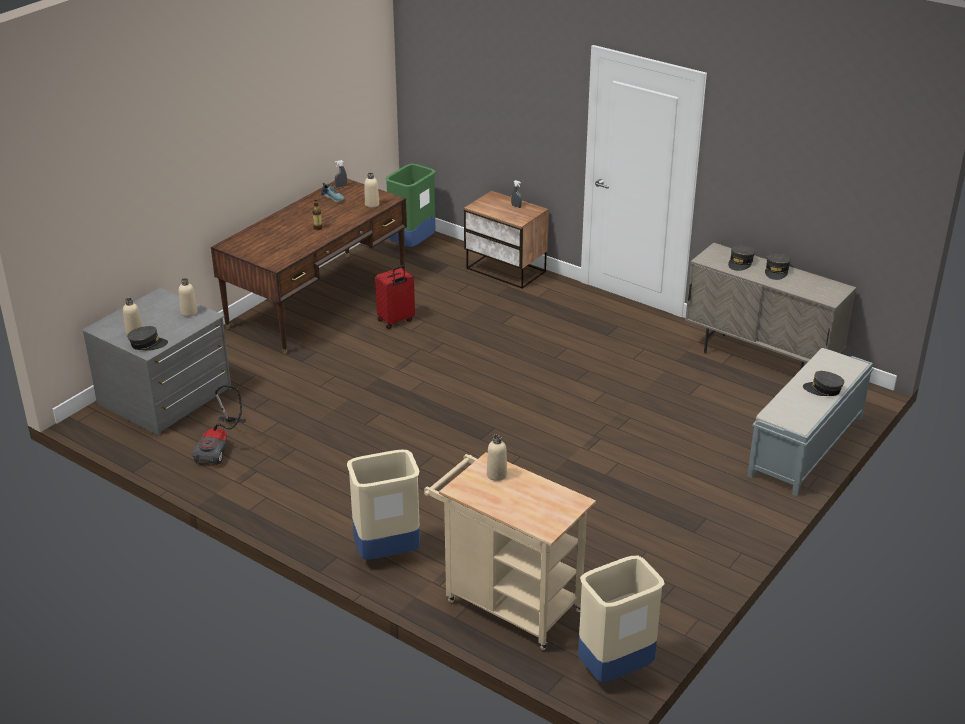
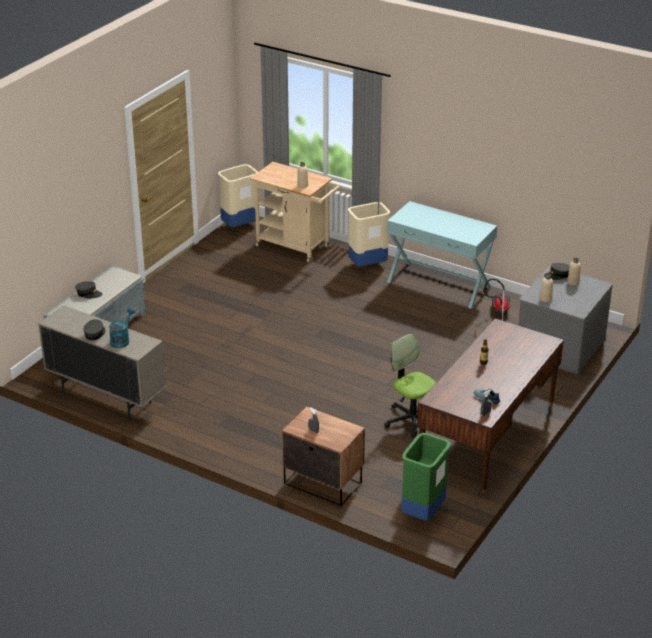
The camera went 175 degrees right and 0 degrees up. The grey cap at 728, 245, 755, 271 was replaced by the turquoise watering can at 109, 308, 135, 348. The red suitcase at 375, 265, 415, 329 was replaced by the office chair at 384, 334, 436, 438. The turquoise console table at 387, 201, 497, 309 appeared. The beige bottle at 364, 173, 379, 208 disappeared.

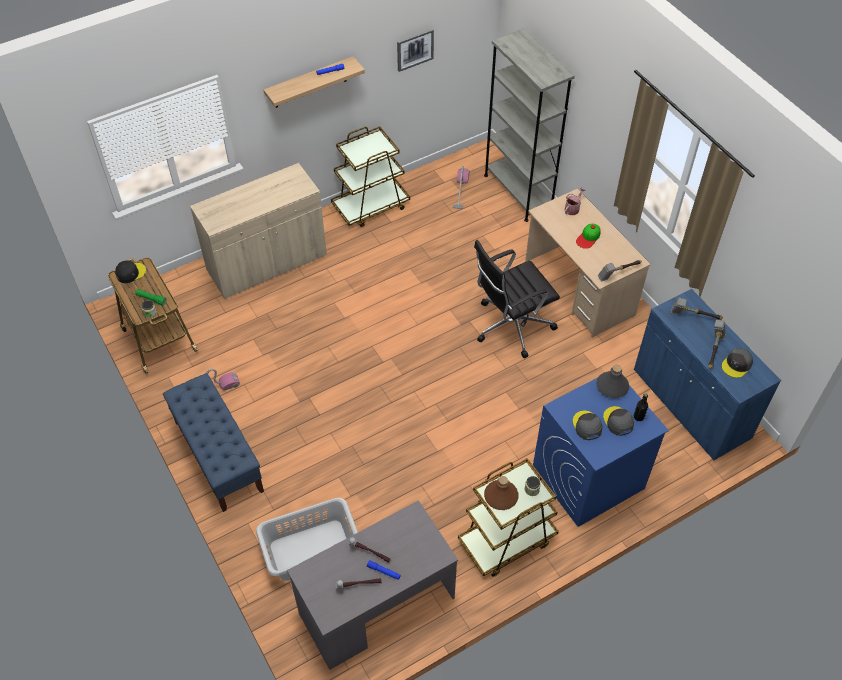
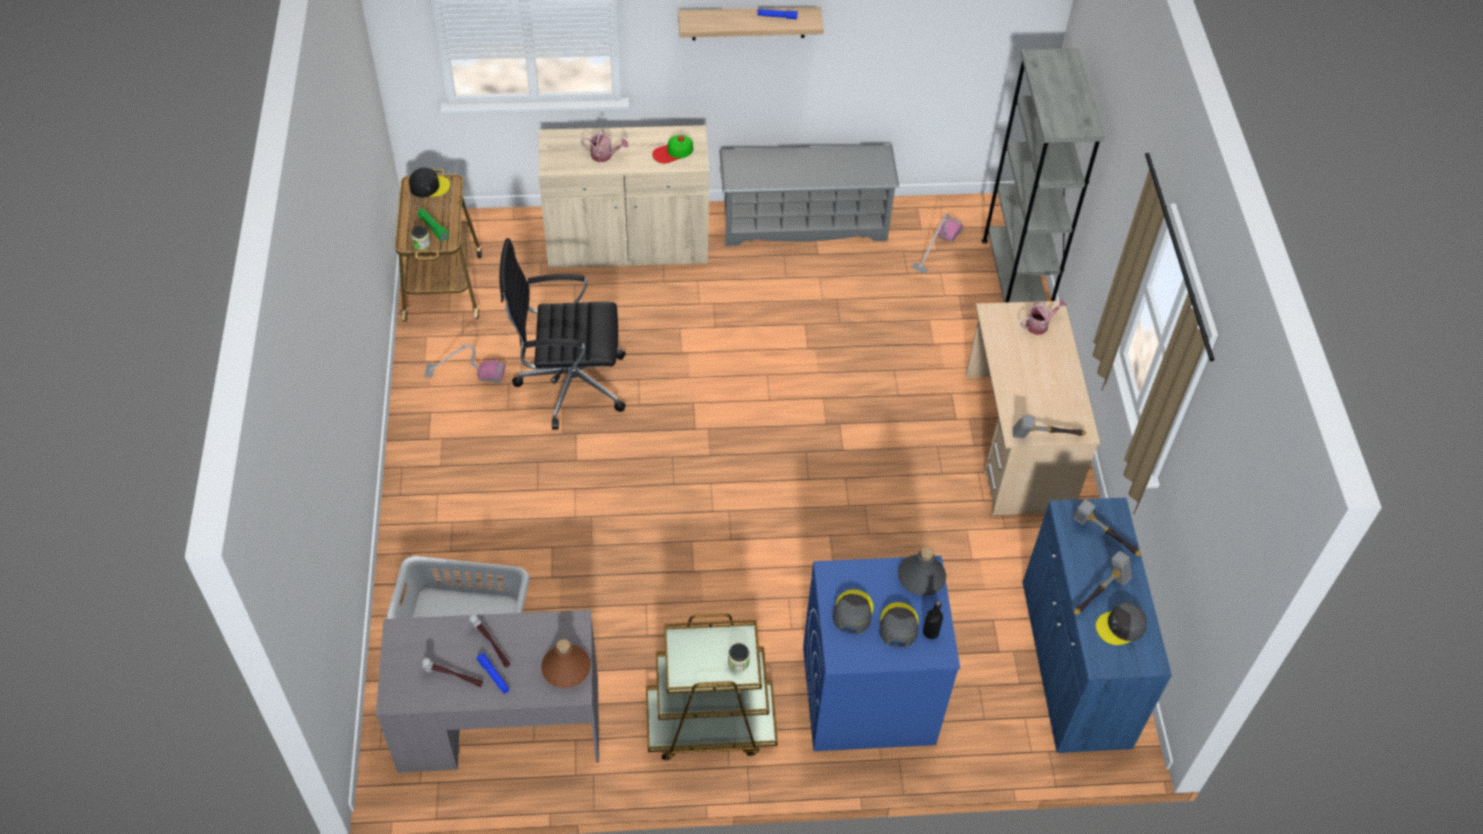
The camera went 25 degrees right and 0 degrees up. The black office chair moved from 474, 240, 560, 358 to 499, 238, 626, 430. The brown bottle moved from 484, 476, 518, 510 to 541, 639, 591, 688. The watering can at 581, 129, 628, 162 appeared. The cap moved from 576, 224, 601, 249 to 652, 135, 693, 164. The brown cart at 331, 127, 410, 227 was replaced by the grey shoe rack at 719, 145, 899, 246. The blue bench at 163, 373, 264, 512 disappeared. The picture at 397, 28, 434, 72 disappeared.

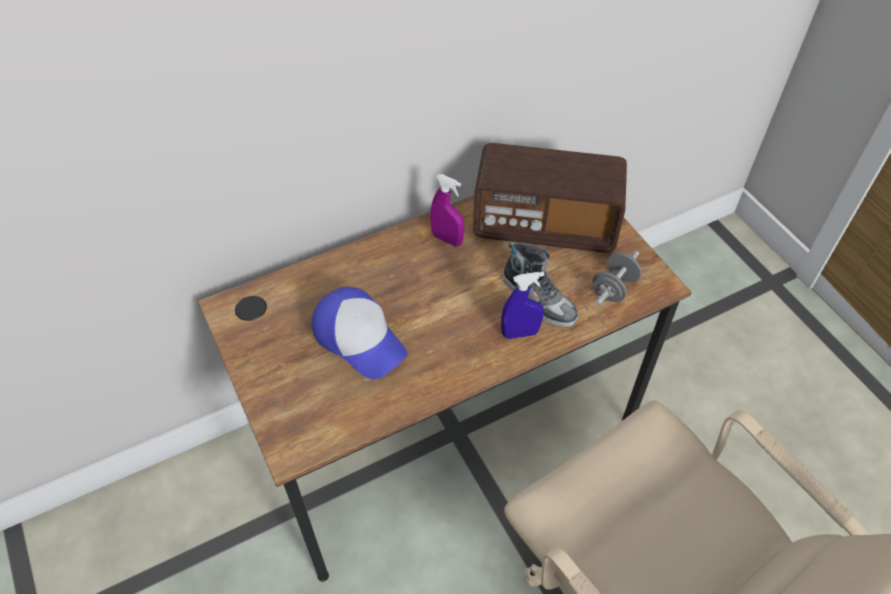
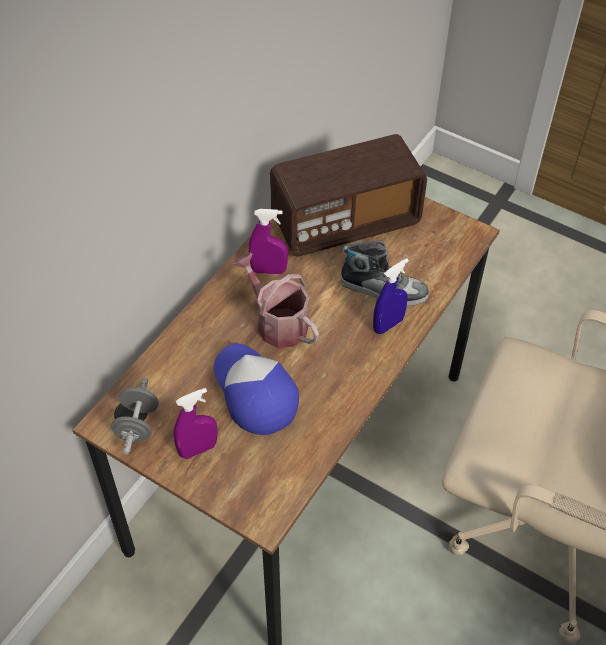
The camera went 30 degrees left and 0 degrees up. The grey dumbbell moved from 592, 251, 642, 305 to 111, 377, 159, 454. The purple spray bottle at 174, 388, 217, 459 appeared. The cap at 311, 287, 408, 379 turned 135 degrees counterclockwise. The watering can at 233, 253, 319, 348 appeared.

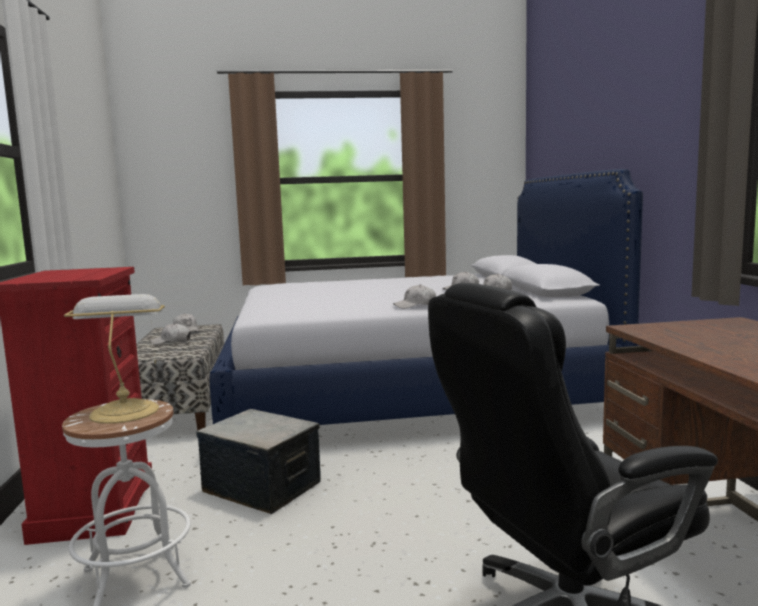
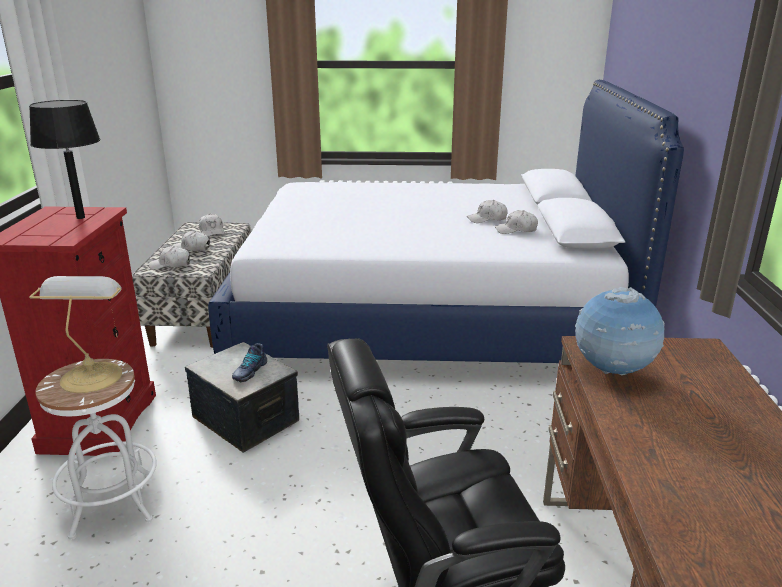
The camera went 10 degrees right and 15 degrees up. The black table lamp at 29, 100, 101, 219 appeared. The white cap moved from 393, 284, 436, 309 to 149, 246, 190, 270. The shoe at 232, 343, 267, 382 appeared. The globe at 575, 287, 665, 375 appeared.

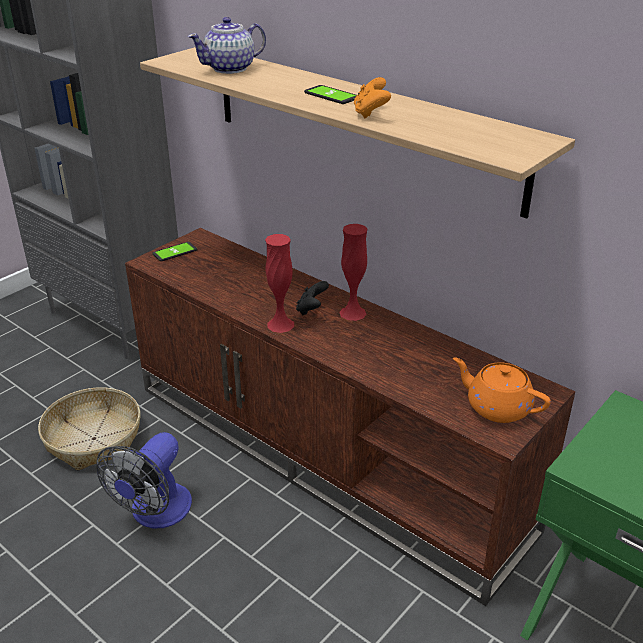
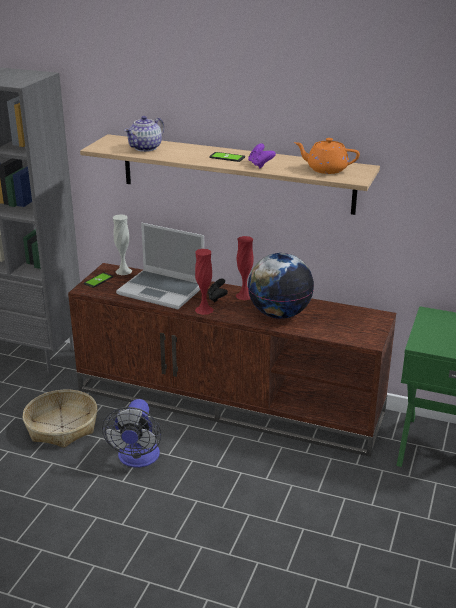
The camera went 20 degrees left and 5 degrees down. The white vase at 113, 214, 132, 275 appeared. The laptop at 116, 223, 204, 309 appeared. The orange game controller at 354, 77, 391, 119 became the purple game controller at 248, 143, 276, 168. The globe at 248, 253, 314, 319 appeared. The orange teapot moved from 453, 357, 551, 423 to 294, 138, 360, 174.

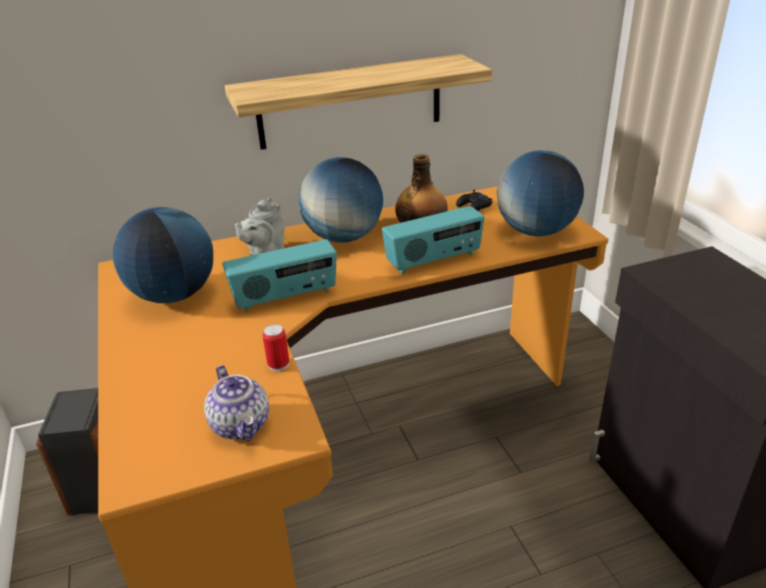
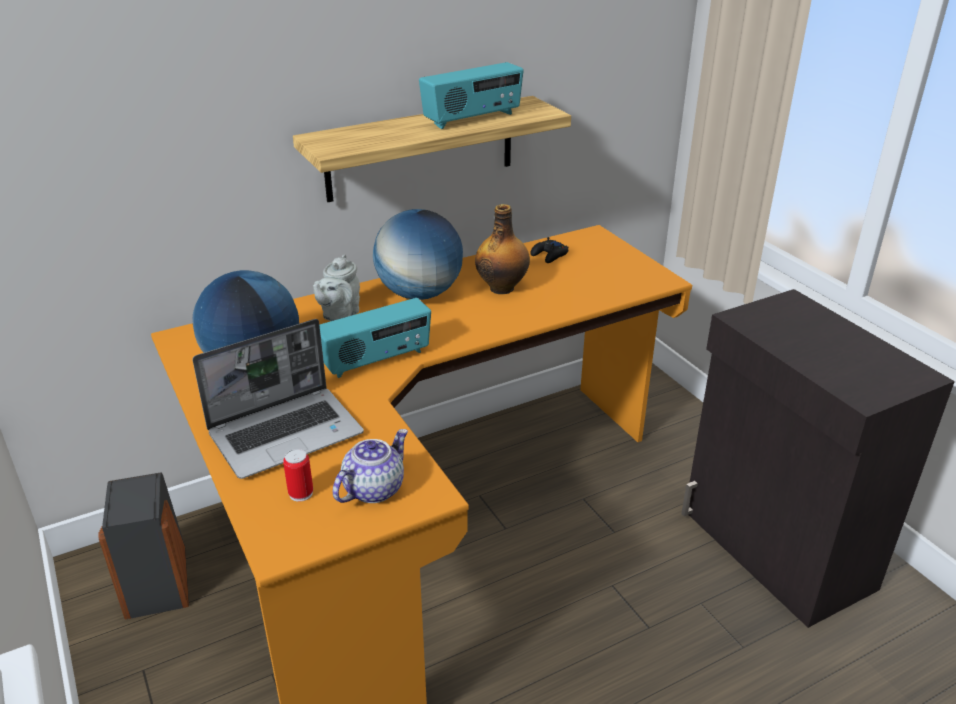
The camera went 10 degrees left and 0 degrees up. The laptop at 193, 319, 364, 479 appeared. The can moved from 262, 324, 289, 371 to 283, 449, 313, 502. The teapot at 204, 365, 269, 441 turned 105 degrees counterclockwise. The radio moved from 382, 206, 485, 274 to 419, 62, 524, 129. The globe at 497, 150, 584, 236 disappeared.

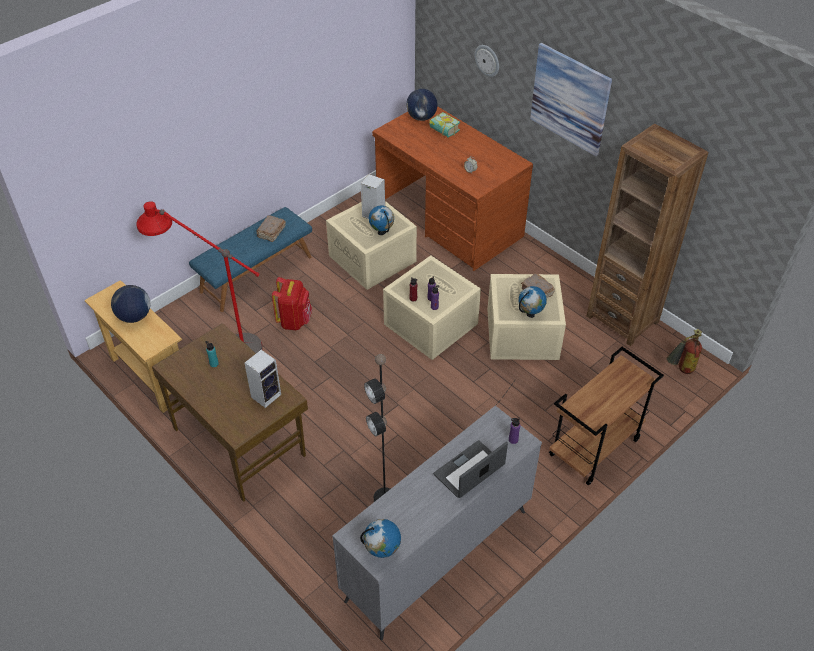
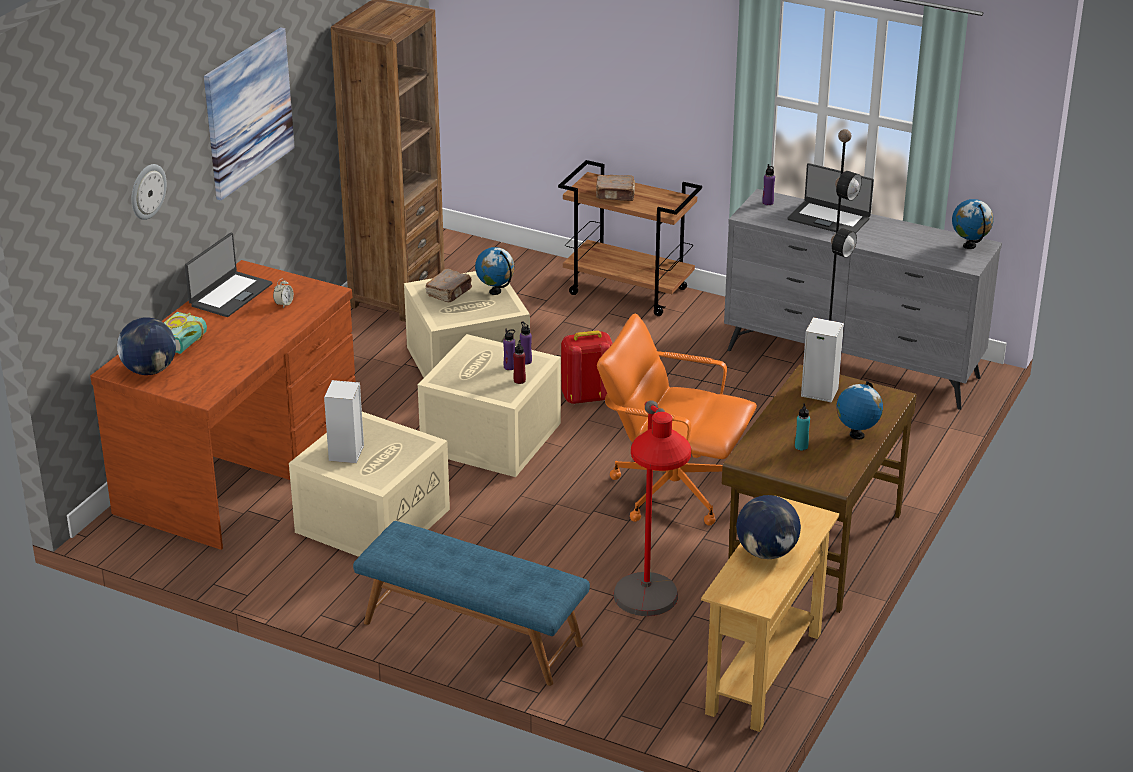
The camera went 110 degrees left and 15 degrees down. The laptop at 185, 233, 272, 317 appeared. The red backpack moved from 272, 277, 312, 330 to 561, 330, 613, 404. The brown book moved from 256, 216, 286, 242 to 596, 175, 635, 201. The orange office chair at 597, 313, 757, 526 appeared. The globe moved from 369, 205, 394, 235 to 837, 381, 883, 440. The fire extinguisher at 667, 329, 702, 374 disappeared.

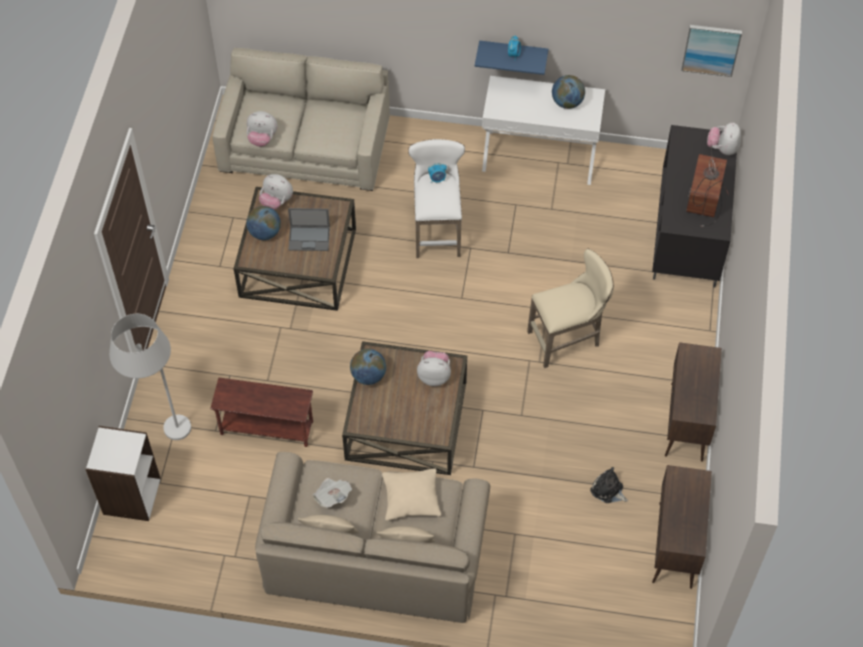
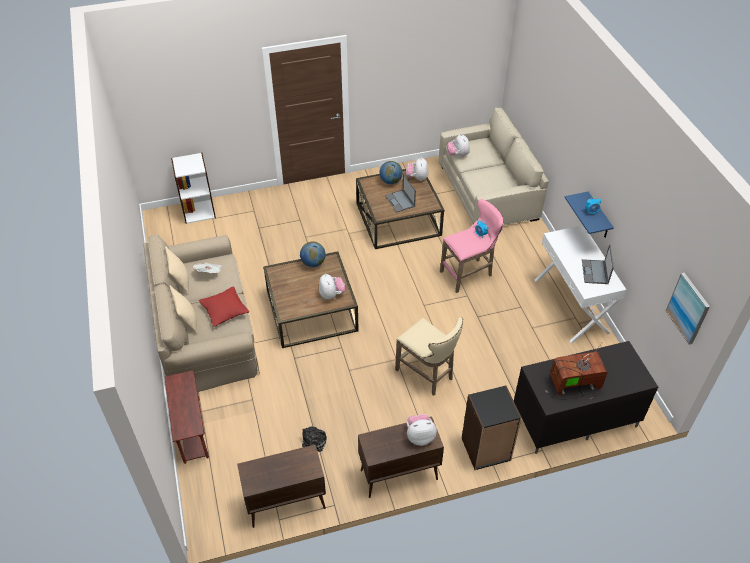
The camera went 65 degrees right and 10 degrees down. The brown side table moved from 210, 378, 313, 447 to 164, 370, 209, 464. The beige pillow at 382, 468, 441, 520 became the red pillow at 198, 287, 249, 327. The plush toy moved from 707, 122, 741, 155 to 407, 414, 437, 446. The white stool at 408, 139, 465, 258 became the pink stool at 440, 199, 504, 293. The black bookcase at 462, 385, 522, 470 appeared. The globe at 552, 75, 585, 109 was replaced by the laptop at 582, 244, 614, 284. The white floor lamp at 109, 314, 191, 440 disappeared.

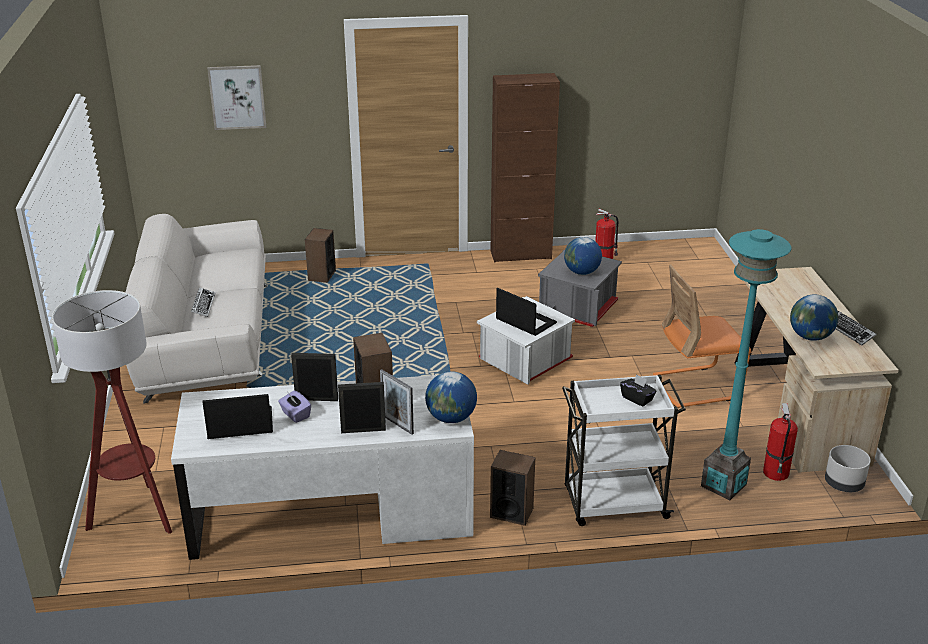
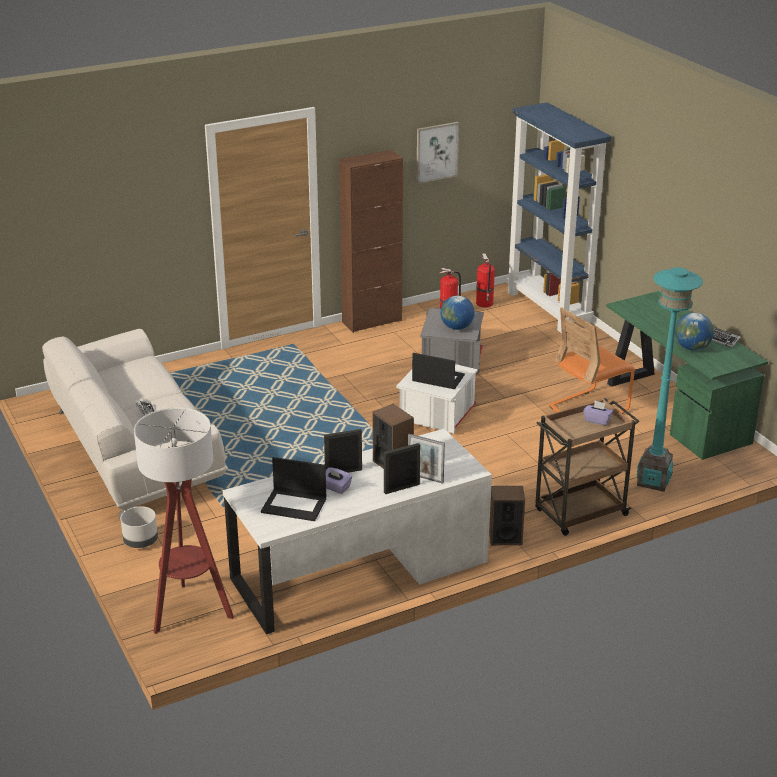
The camera went 20 degrees left and 0 degrees up. The grey planter moved from 825, 445, 871, 492 to 120, 506, 158, 548. The laptop at 202, 394, 273, 439 turned 135 degrees counterclockwise. The picture moved from 207, 65, 266, 130 to 417, 122, 459, 184. The fire extinguisher moved from 763, 403, 798, 481 to 476, 253, 495, 307. The blue bookcase at 506, 102, 612, 333 appeared. The white cart at 562, 375, 686, 526 became the brown cart at 535, 398, 639, 536. The black tissue box at 620, 374, 657, 406 became the purple tissue box at 584, 401, 613, 426. The beige desk at 735, 267, 899, 473 became the green desk at 606, 291, 768, 460. The speaker at 305, 228, 336, 283 disappeared. The globe at 425, 371, 477, 423 disappeared.

